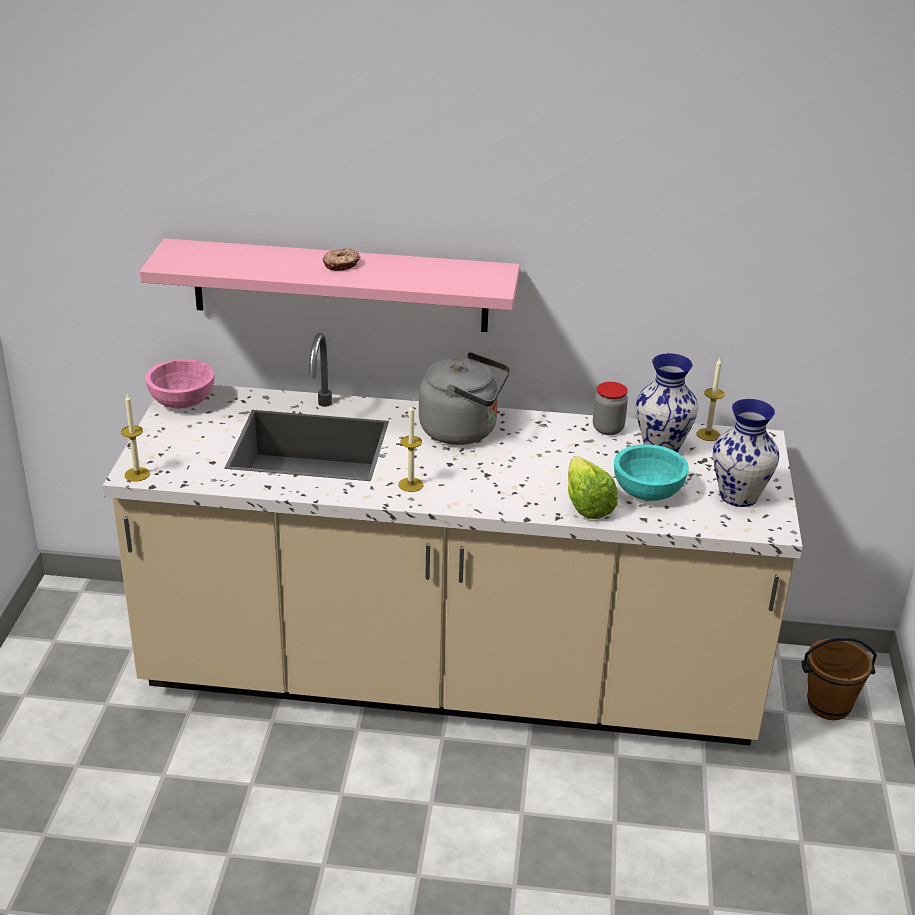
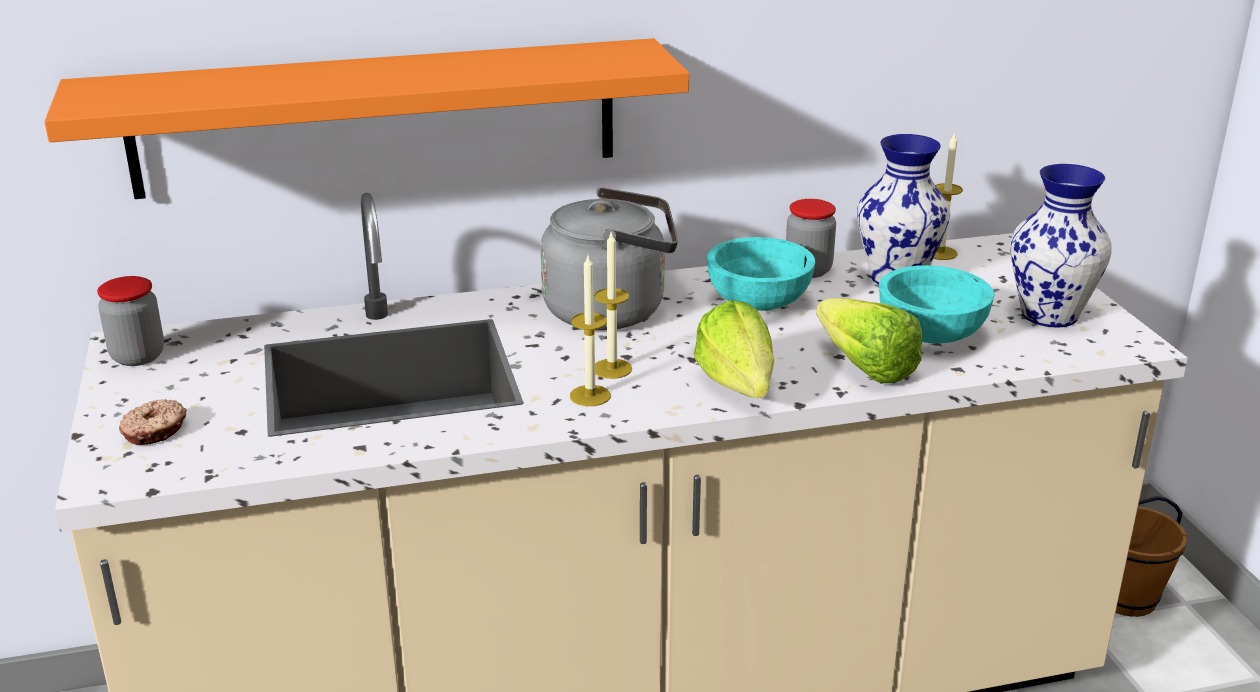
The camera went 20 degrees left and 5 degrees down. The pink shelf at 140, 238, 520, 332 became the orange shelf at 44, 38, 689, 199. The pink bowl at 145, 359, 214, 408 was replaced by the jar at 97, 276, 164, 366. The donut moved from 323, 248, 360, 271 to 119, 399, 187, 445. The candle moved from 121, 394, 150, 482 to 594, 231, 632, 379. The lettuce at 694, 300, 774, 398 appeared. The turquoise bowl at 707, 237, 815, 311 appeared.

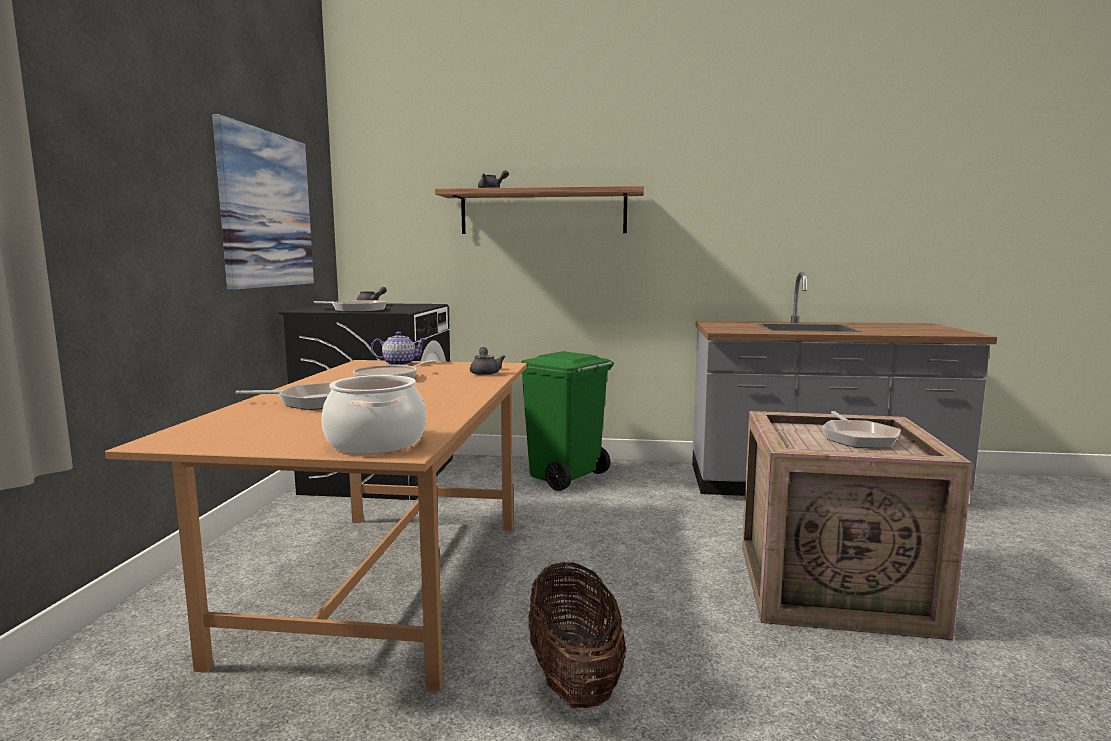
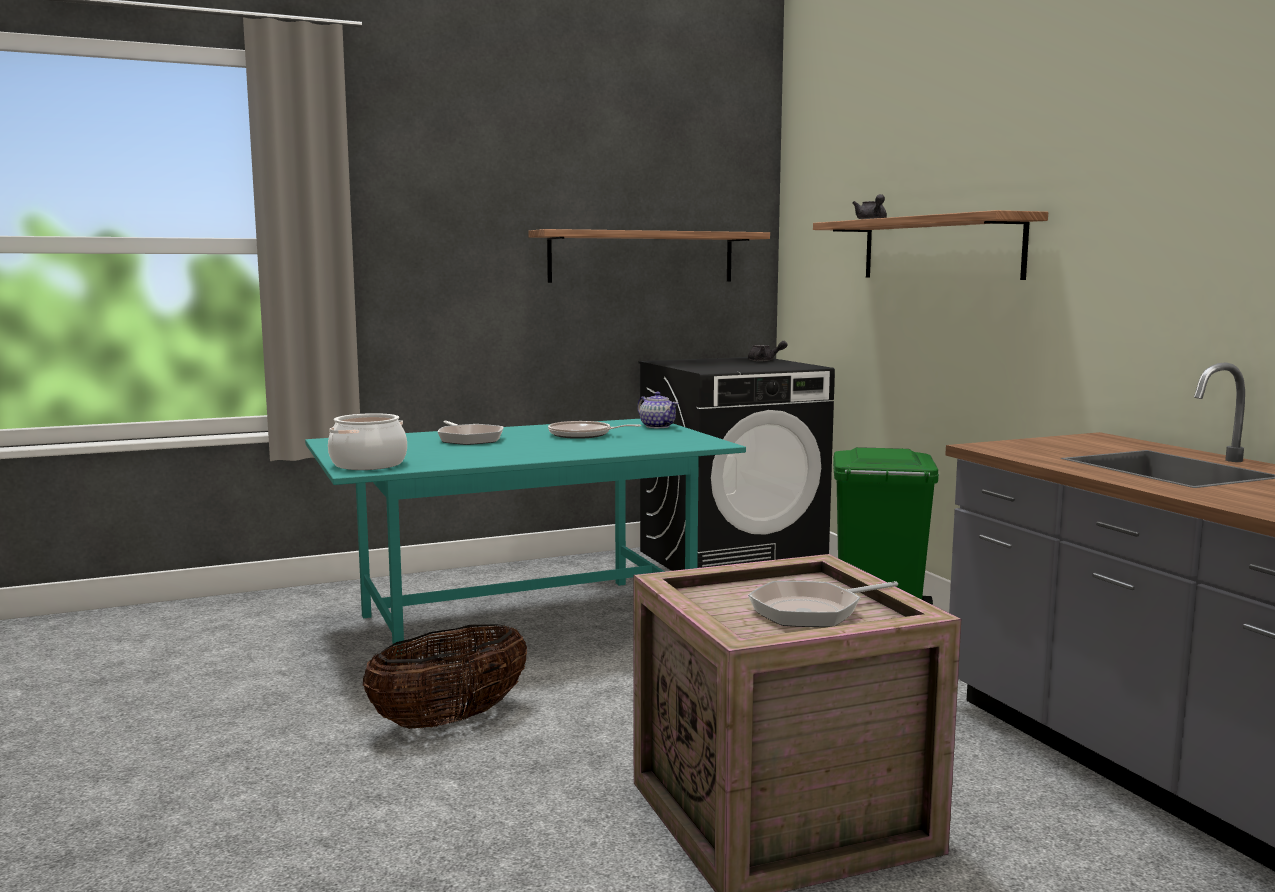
The camera went 60 degrees right and 0 degrees up. The brown dining table at 105, 360, 527, 691 became the turquoise dining table at 305, 419, 746, 671. The picture at 212, 114, 314, 290 was replaced by the shelf at 528, 229, 770, 283. The frying pan at 314, 300, 387, 312 disappeared. The grey teapot at 470, 347, 506, 375 disappeared.

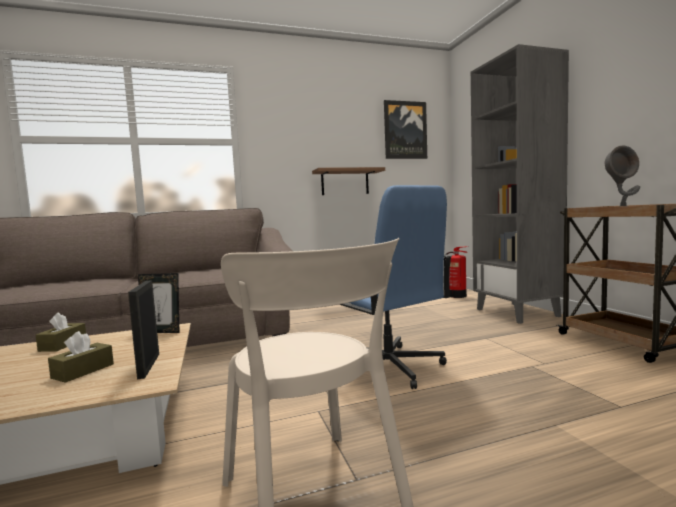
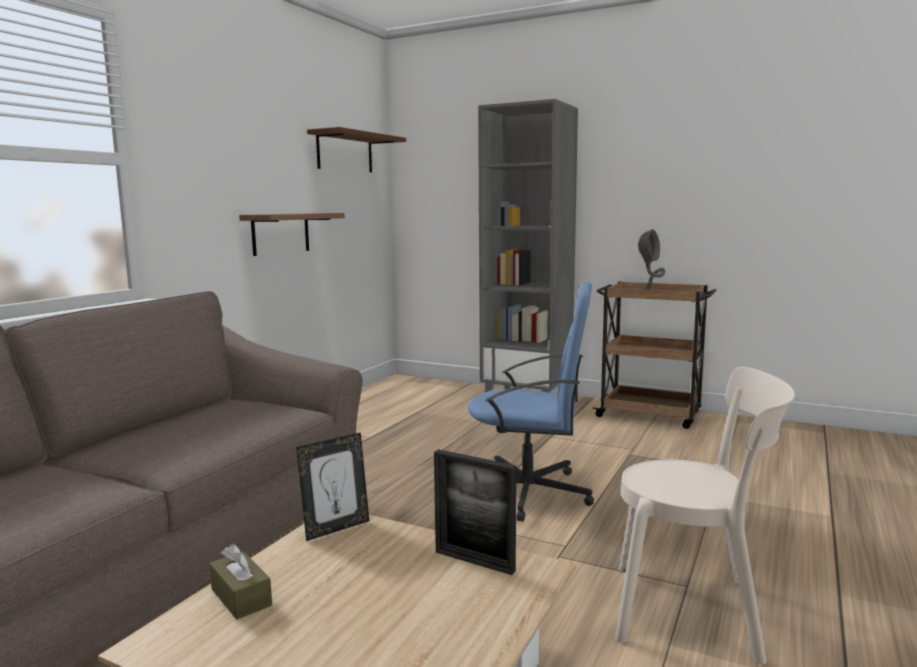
The camera went 45 degrees left and 5 degrees up. The picture at 384, 100, 427, 159 was replaced by the brown shelf at 307, 127, 406, 172. The brown tissue box at 48, 331, 114, 383 disappeared. The fire extinguisher at 444, 246, 469, 298 disappeared.

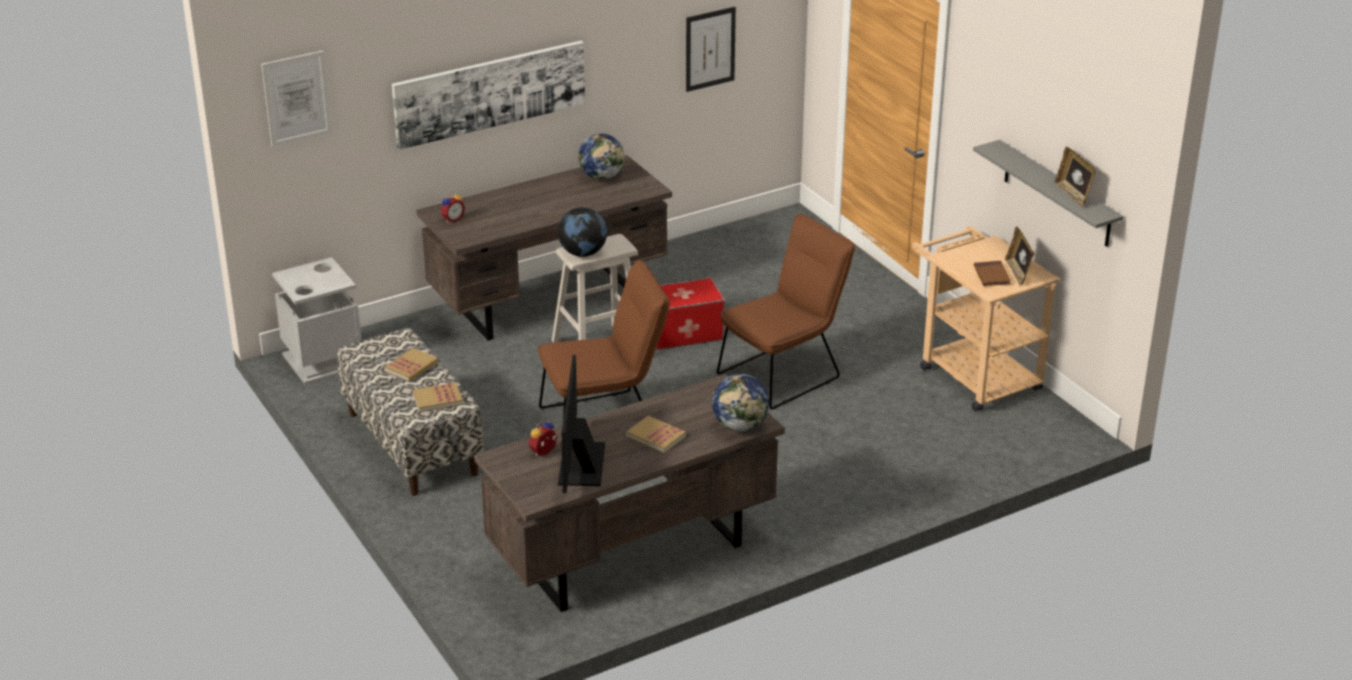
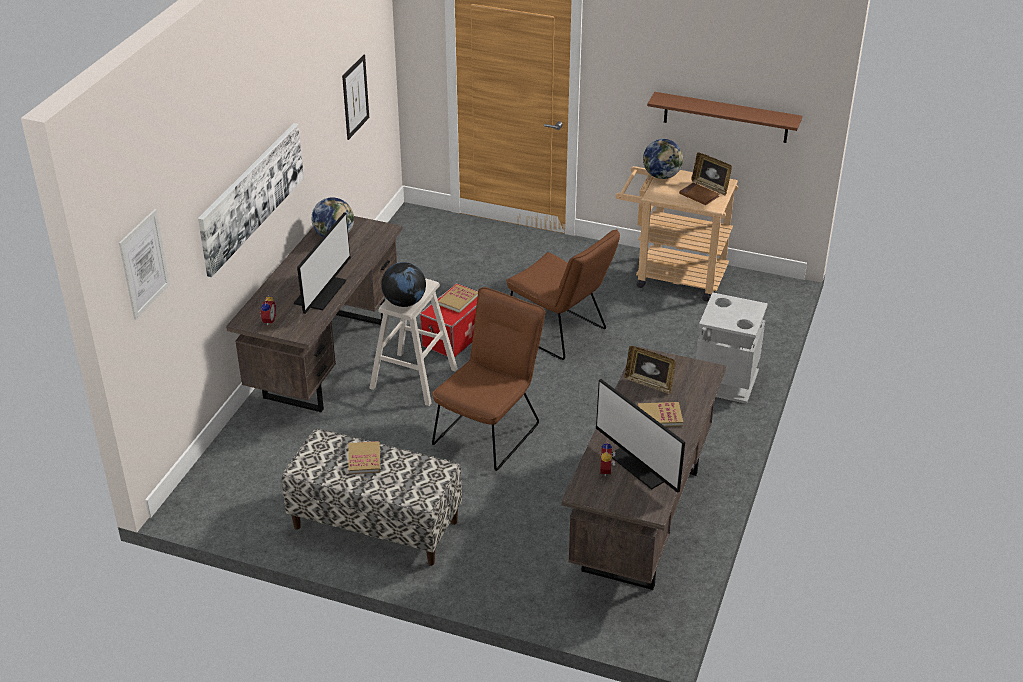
The camera went 40 degrees left and 5 degrees up. The monitor at 294, 213, 351, 314 appeared. The book moved from 412, 382, 463, 412 to 438, 285, 478, 313. The brown chair at 717, 214, 855, 409 turned 120 degrees clockwise. The picture frame moved from 1055, 147, 1095, 207 to 625, 346, 676, 395. The globe moved from 712, 374, 769, 432 to 643, 139, 684, 179. The grey shelf at 973, 140, 1124, 247 became the brown shelf at 647, 92, 802, 143. The grey trash can moved from 272, 257, 362, 385 to 696, 292, 768, 404.

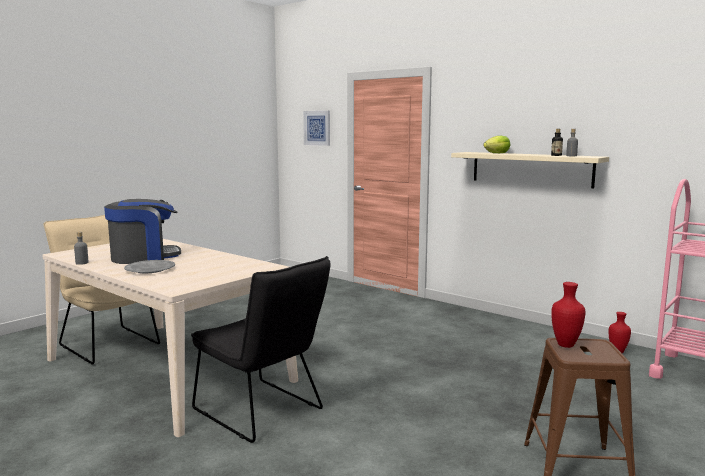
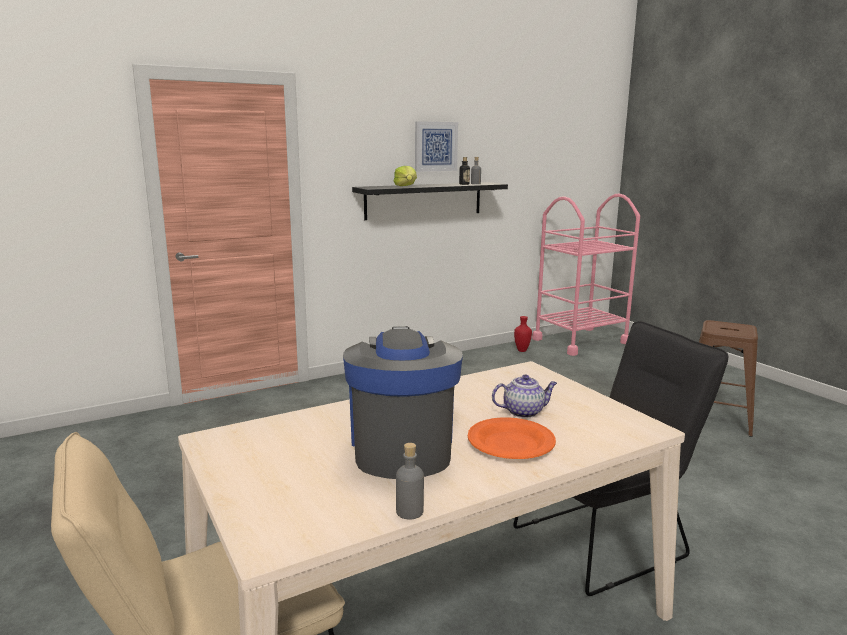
The camera went 70 degrees left and 5 degrees up. The beige shelf at 451, 152, 609, 188 became the black shelf at 352, 182, 508, 220. The picture moved from 303, 111, 330, 146 to 415, 121, 458, 172. The grey plate at 124, 260, 175, 273 became the orange plate at 468, 417, 556, 459. The teapot at 492, 374, 557, 418 appeared. The red vase at 551, 282, 585, 348 disappeared.

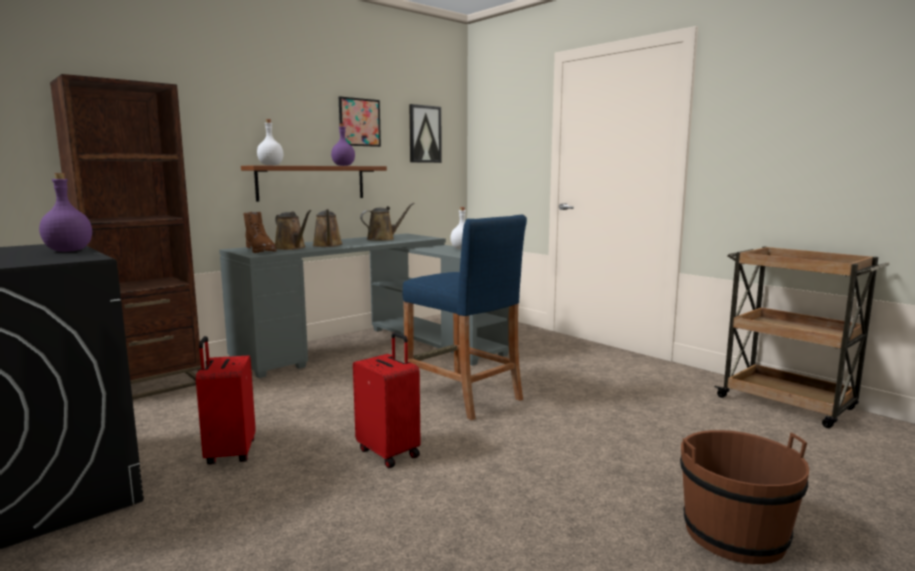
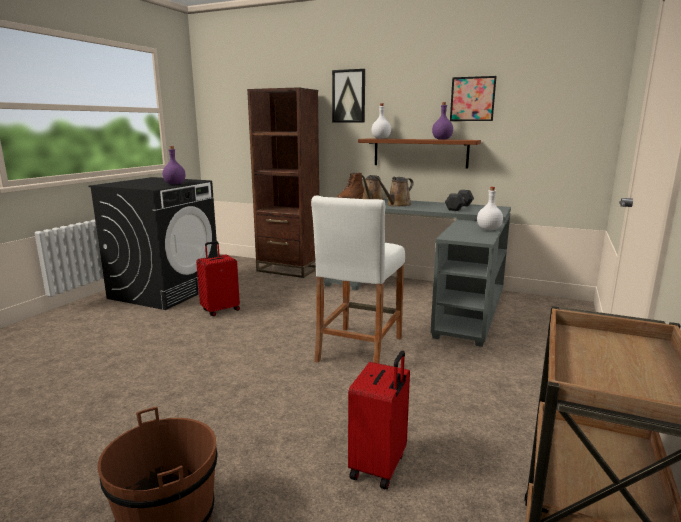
The camera went 65 degrees right and 5 degrees up. The blue stool at 402, 214, 527, 420 became the white stool at 311, 195, 405, 364. The picture moved from 409, 104, 442, 163 to 332, 69, 365, 122. The red suitcase moved from 353, 332, 421, 468 to 348, 351, 410, 489. The brown watering can at 360, 203, 415, 241 was replaced by the grey dumbbell at 445, 190, 474, 211.

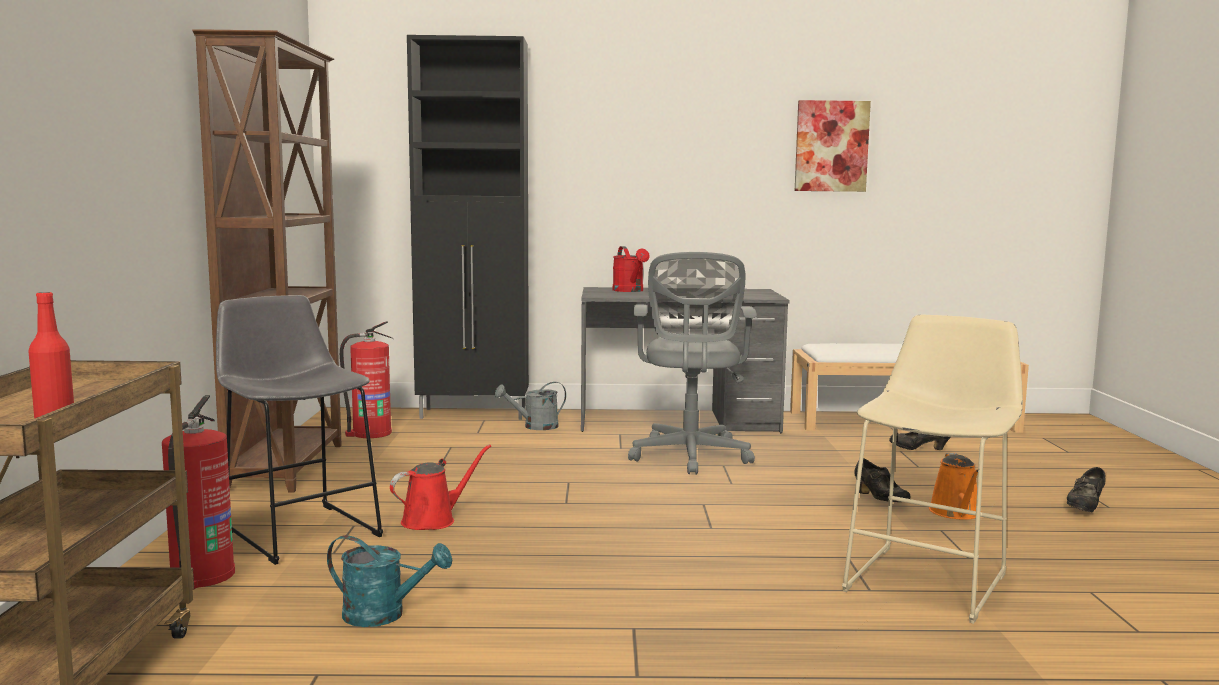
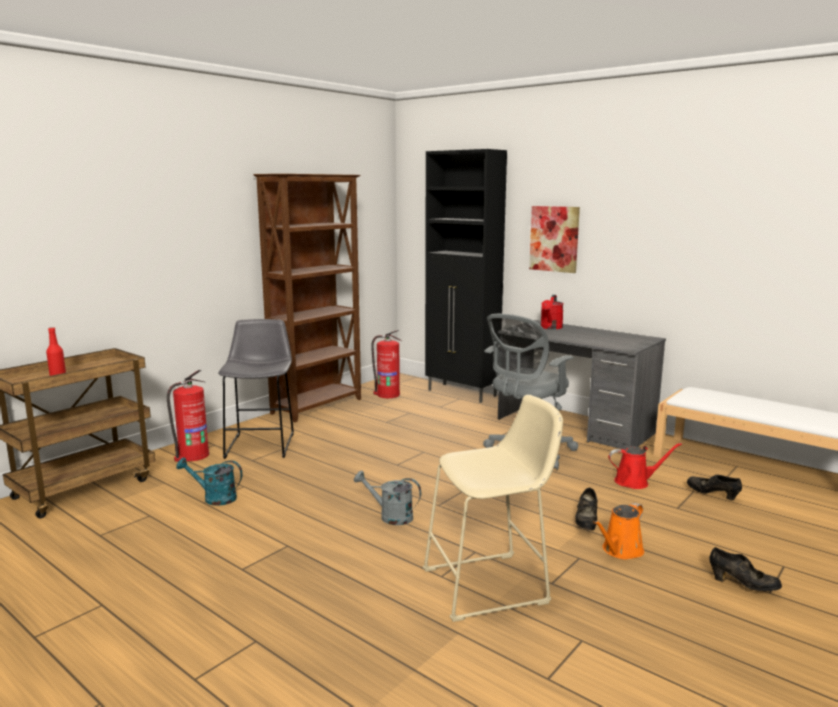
The camera went 40 degrees right and 5 degrees up. The turquoise watering can at 327, 535, 452, 627 turned 135 degrees clockwise. The grey watering can moved from 495, 382, 566, 430 to 354, 470, 421, 525. The picture moved from 795, 100, 871, 192 to 529, 206, 580, 273. The red watering can moved from 390, 444, 491, 530 to 608, 443, 682, 489. The black shoe at 1067, 467, 1105, 512 turned 135 degrees counterclockwise.

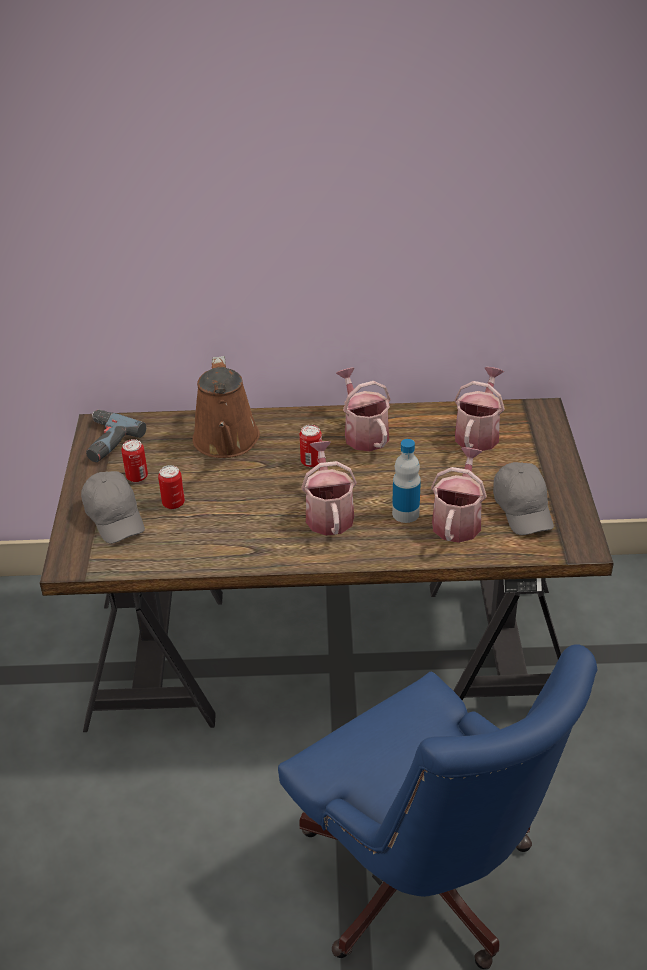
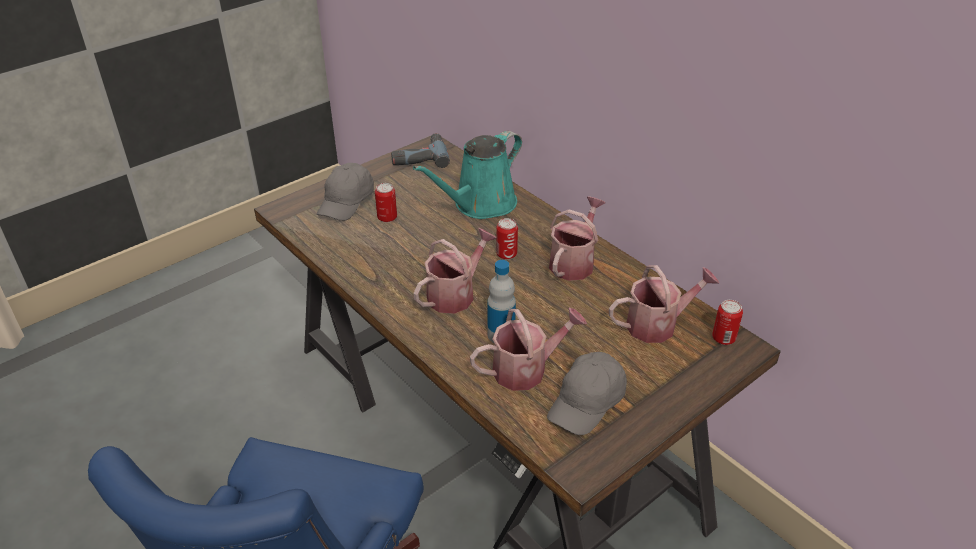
The camera went 50 degrees right and 0 degrees up. The brown watering can at 193, 356, 260, 458 became the turquoise watering can at 413, 131, 522, 219. The can moved from 121, 439, 148, 482 to 712, 300, 743, 345.

